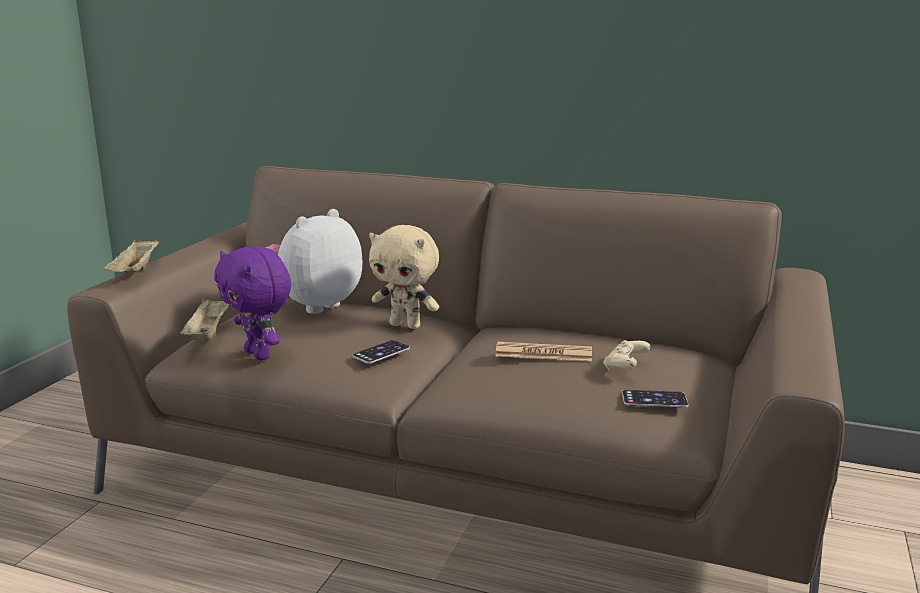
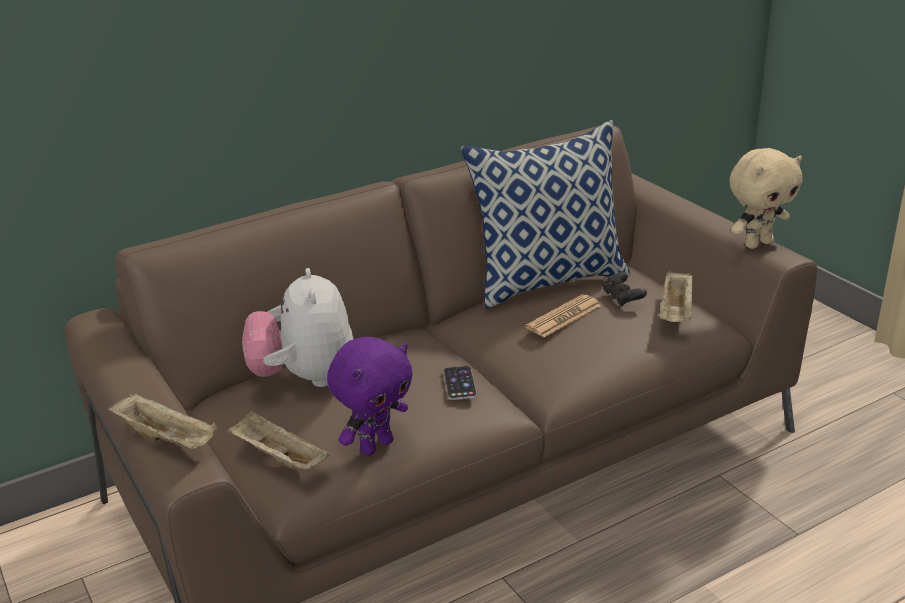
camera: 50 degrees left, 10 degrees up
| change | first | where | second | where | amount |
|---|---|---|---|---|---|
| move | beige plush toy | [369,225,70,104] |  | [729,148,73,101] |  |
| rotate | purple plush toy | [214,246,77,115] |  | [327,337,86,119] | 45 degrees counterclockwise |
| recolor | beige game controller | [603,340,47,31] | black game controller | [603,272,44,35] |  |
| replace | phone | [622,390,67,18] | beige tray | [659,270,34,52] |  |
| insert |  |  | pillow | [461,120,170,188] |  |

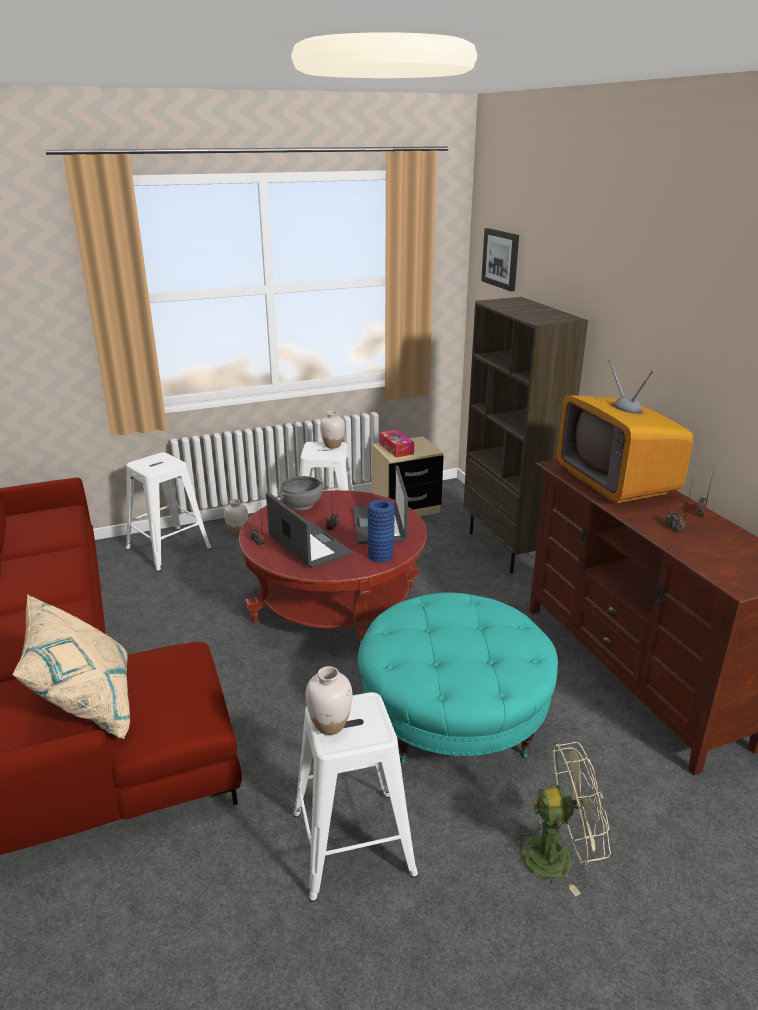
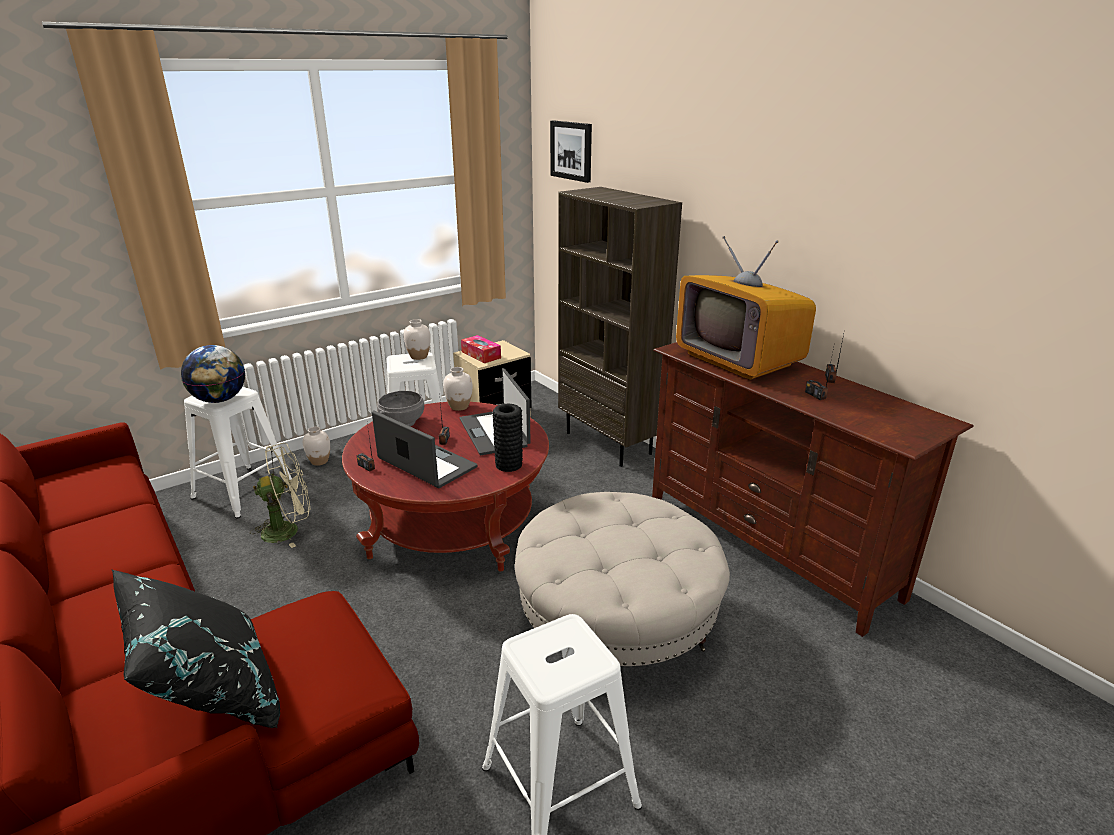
camera: 15 degrees left, 0 degrees up
| change | first | where | second | where | amount |
|---|---|---|---|---|---|
| recolor | blue vase | [367,499,28,63] | black vase | [493,404,30,68] |  |
| recolor | turquoise ottoman | [358,592,200,172] | beige ottoman | [515,492,215,174] |  |
| recolor | beige pillow | [12,594,118,145] | black pillow | [112,569,168,159] |  |
| move | white vase | [305,666,48,69] |  | [443,367,29,44] |  |
| move | beige fan | [505,742,106,154] |  | [250,443,60,105] |  |
| insert |  |  | globe | [181,345,64,58] |  |

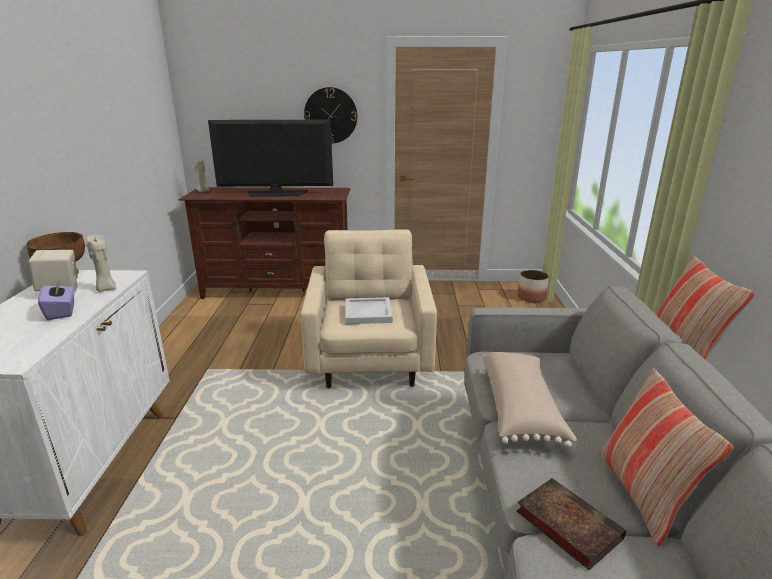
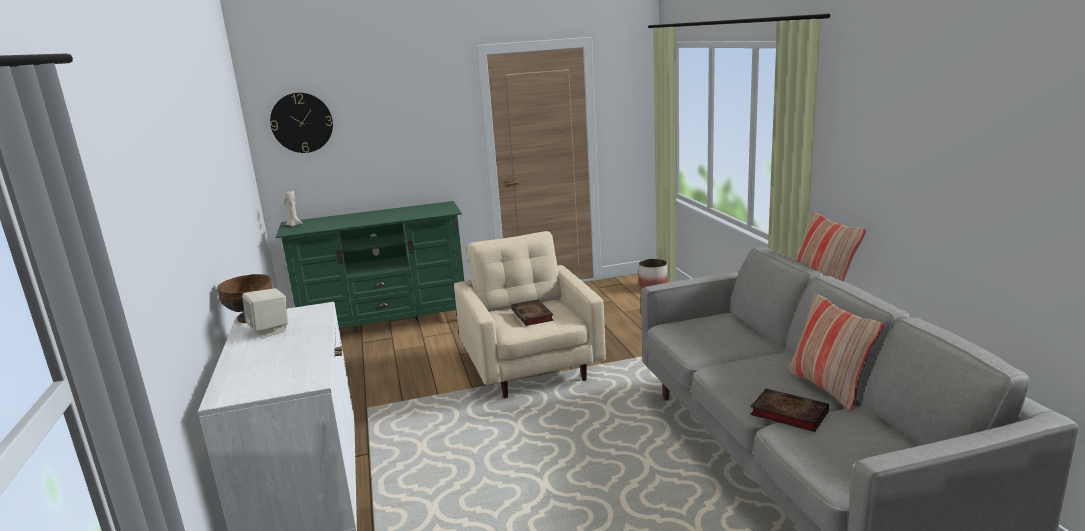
camera: 15 degrees left, 5 degrees down
| change | first | where | second | where | amount |
|---|---|---|---|---|---|
| move | wall clock | [304,87,53,56] |  | [270,93,63,60] |  |
| delete | television | [208,120,125,76] |  |  |  |
| recolor | brown tv stand | [179,187,172,112] | green tv stand | [276,201,188,130] |  |
| delete | beige candle | [86,235,31,57] |  |  |  |
| delete | purple tissue box | [38,279,37,41] |  |  |  |
| replace | white tray | [345,297,48,27] | book | [511,299,43,27] |  |
| delete | beige pillow | [483,352,94,96] |  |  |  |

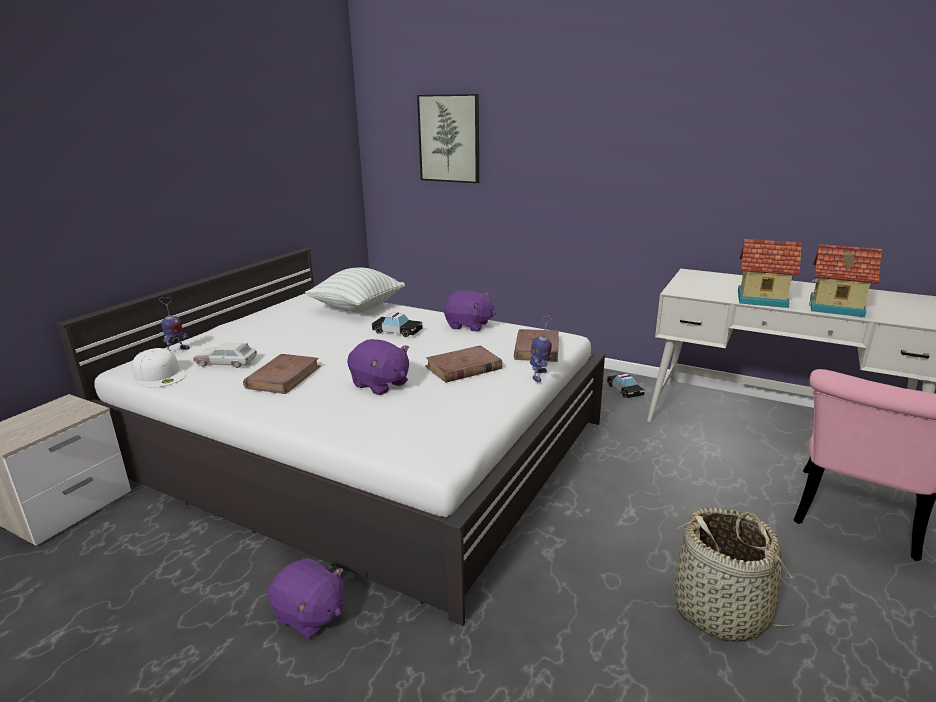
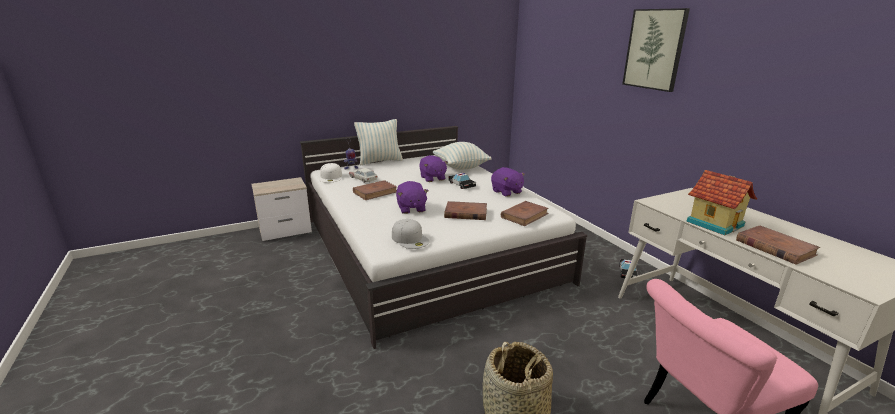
camera: 35 degrees right, 0 degrees up
| change | first | where | second | where | amount |
|---|---|---|---|---|---|
| move | picture | [417,94,62,89] |  | [622,8,68,84] |  |
| replace | toy house | [809,244,73,73] | brown book | [736,226,84,39] |  |
| delete | toy robot | [530,315,22,67] |  |  |  |
| move | purple plush toy | [267,558,78,81] |  | [419,155,29,27] |  |
| insert |  |  | pillow | [354,119,49,46] |  |
| insert |  |  | white cap | [392,219,38,30] |  |

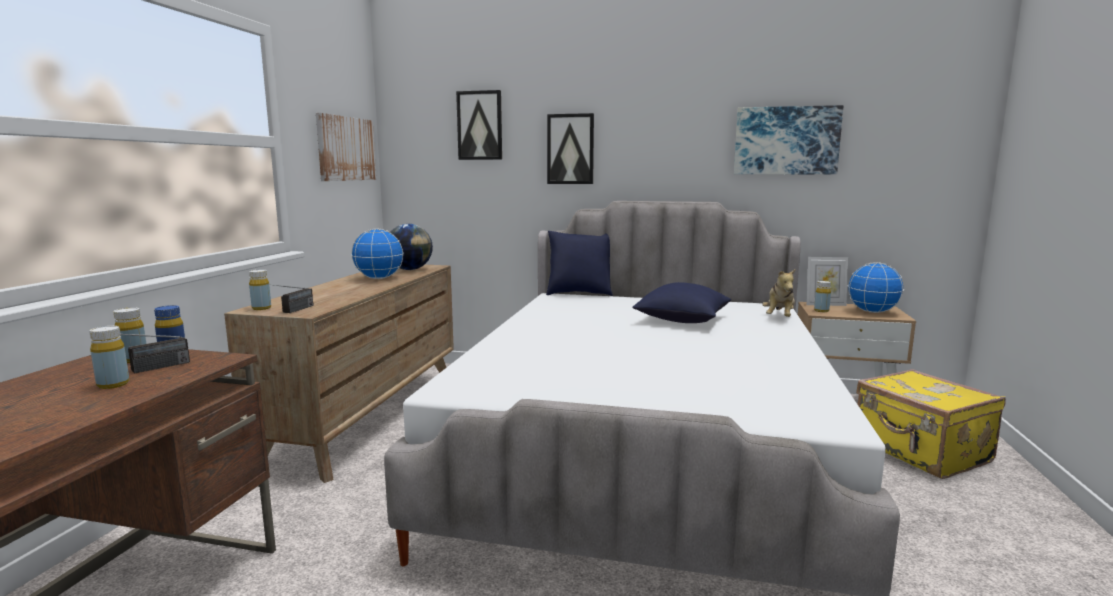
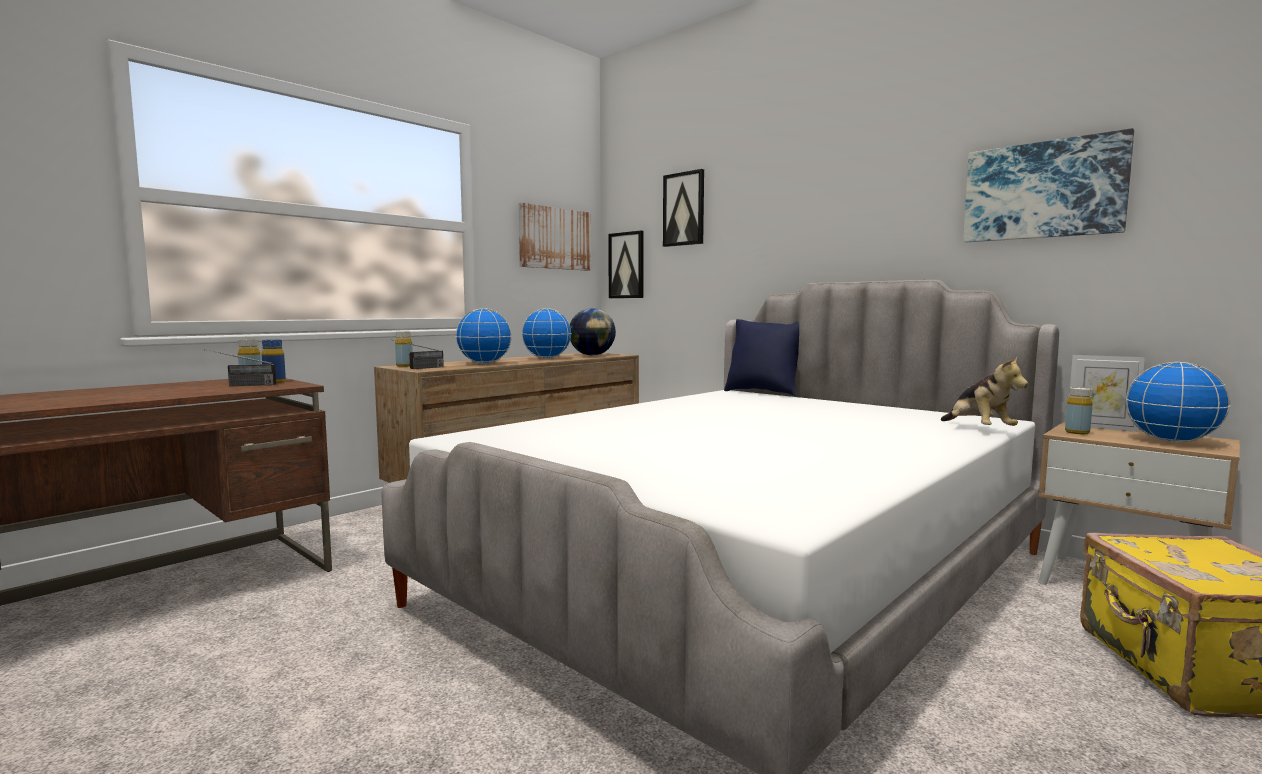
camera: 30 degrees right, 5 degrees down
| change | first | where | second | where | amount |
|---|---|---|---|---|---|
| move | picture | [547,113,47,71] |  | [608,230,36,68] |  |
| rotate | plush toy | [762,268,34,49] |  | [941,357,87,69] | 60 degrees counterclockwise |
| delete | blue pillow | [632,282,99,41] |  |  |  |
| delete | yellow bottle | [89,326,40,63] |  |  |  |
| insert |  |  | globe | [455,308,57,56] |  |

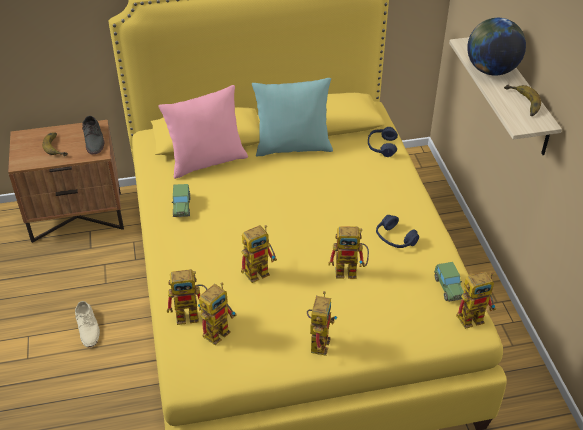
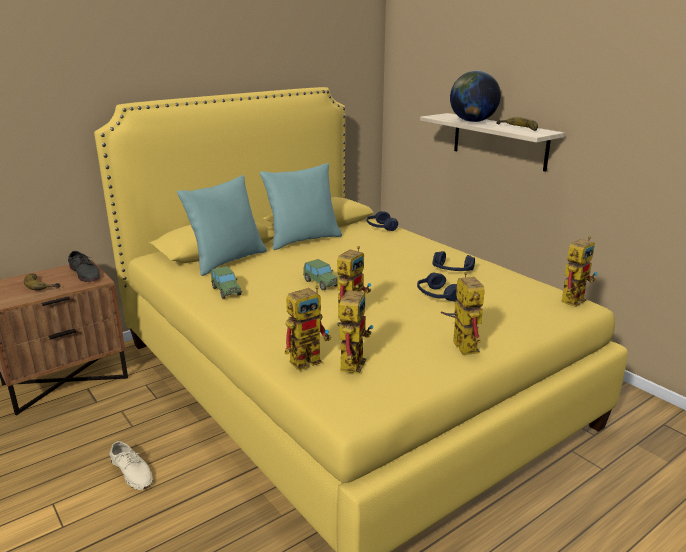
camera: 25 degrees left, 20 degrees down
| change | first | where | second | where | amount |
|---|---|---|---|---|---|
| recolor | pink pillow | [158,85,90,94] | turquoise pillow | [177,175,90,101] |  |
| replace | toy robot | [328,226,41,53] | blue headphones | [417,273,41,29] |  |
| move | toy car | [434,262,30,39] |  | [303,259,34,31] |  |

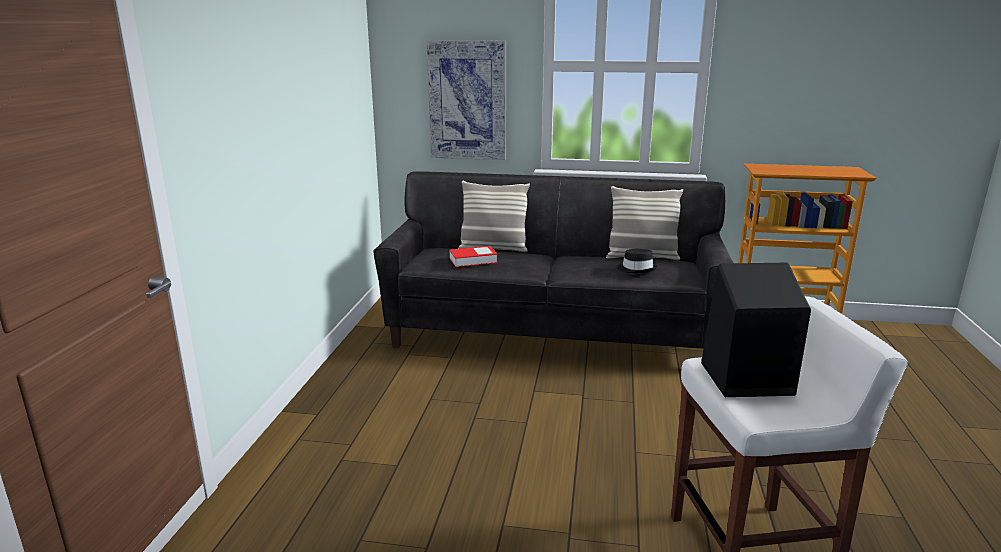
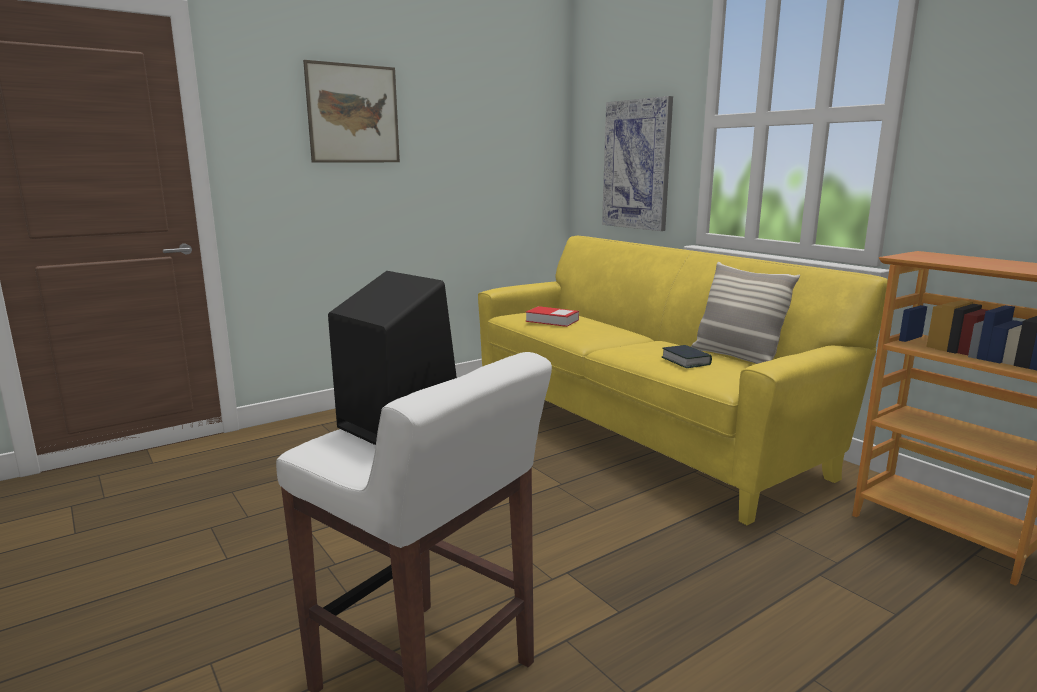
camera: 45 degrees right, 5 degrees down
| change | first | where | second | where | amount |
|---|---|---|---|---|---|
| recolor | black sofa | [373,171,361,178] | yellow sofa | [478,236,410,289] |  |
| delete | pillow | [458,181,72,71] |  |  |  |
| replace | black hat | [617,249,40,25] | book | [662,345,50,23] |  |
| insert |  |  | picture | [303,60,97,103] |  |

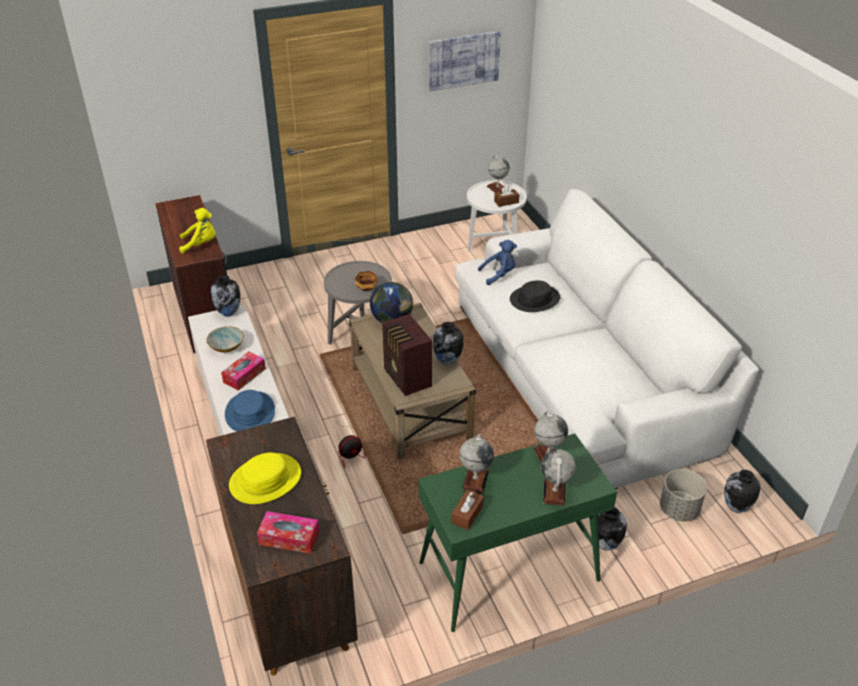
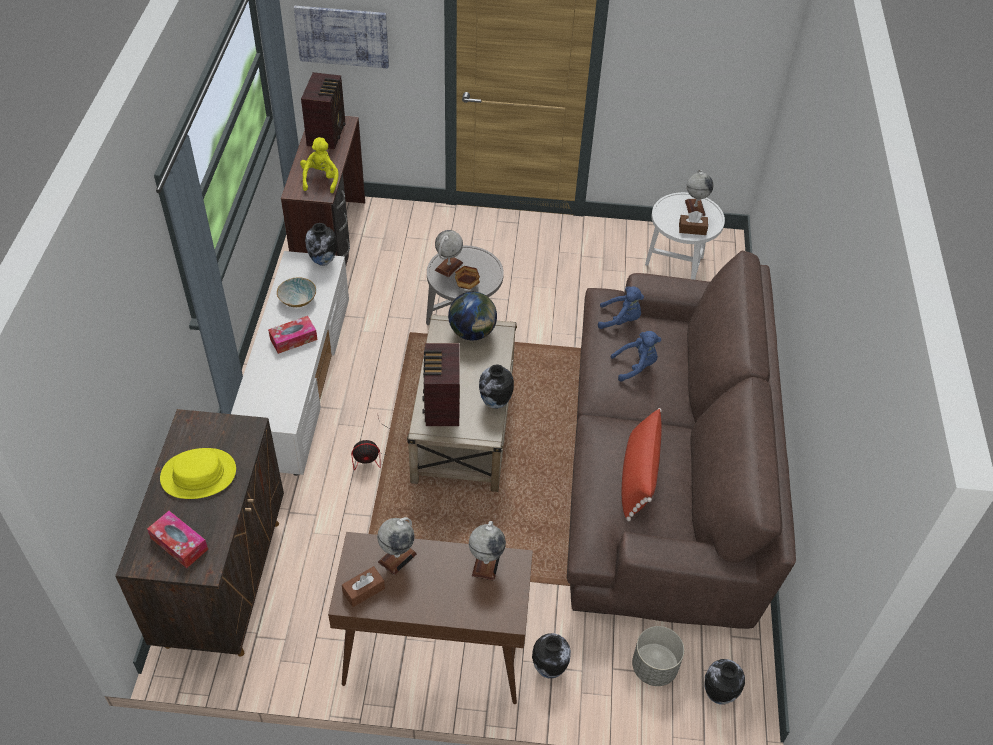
camera: 25 degrees right, 10 degrees up
| change | first | where | second | where | amount |
|---|---|---|---|---|---|
| move | picture | [429,31,72,60] |  | [294,6,95,62] |  |
| recolor | white sofa | [454,189,305,300] | brown sofa | [567,251,229,378] |  |
| rotate | yellow plush toy | [179,208,36,46] |  | [300,137,38,56] | 105 degrees counterclockwise |
| replace | black hat | [510,280,50,32] | blue plush toy | [610,331,51,51] |  |
| delete | blue hat | [225,390,50,41] |  |  |  |
| recolor | green console table | [418,433,199,199] | brown console table | [328,532,205,172] |  |
| move | globe | [540,449,36,57] |  | [435,230,28,47] |  |
| insert |  |  | radio | [301,72,44,77] |  |
| insert |  |  | red pillow | [622,408,40,113] |  |

